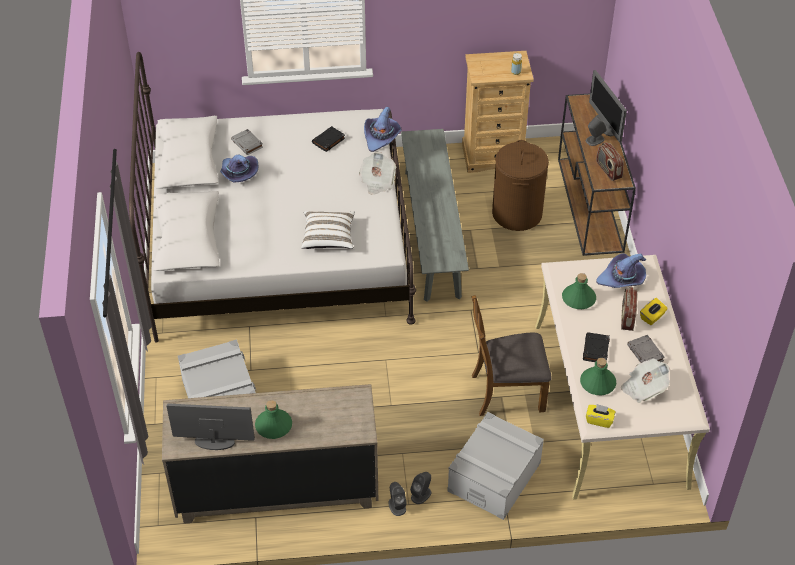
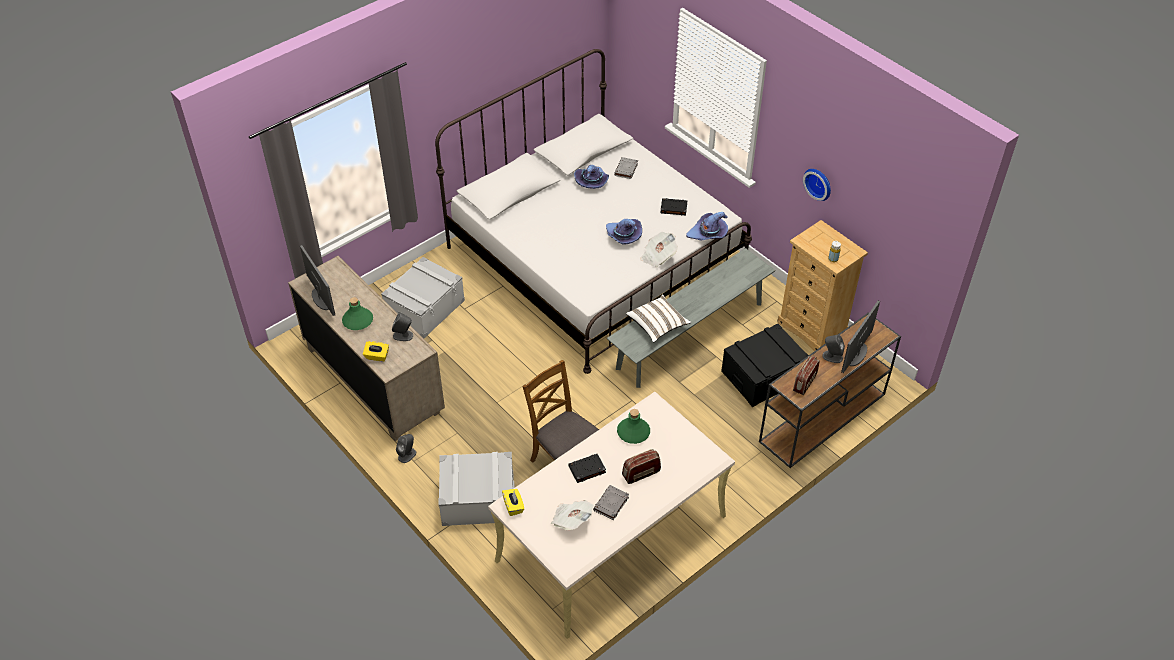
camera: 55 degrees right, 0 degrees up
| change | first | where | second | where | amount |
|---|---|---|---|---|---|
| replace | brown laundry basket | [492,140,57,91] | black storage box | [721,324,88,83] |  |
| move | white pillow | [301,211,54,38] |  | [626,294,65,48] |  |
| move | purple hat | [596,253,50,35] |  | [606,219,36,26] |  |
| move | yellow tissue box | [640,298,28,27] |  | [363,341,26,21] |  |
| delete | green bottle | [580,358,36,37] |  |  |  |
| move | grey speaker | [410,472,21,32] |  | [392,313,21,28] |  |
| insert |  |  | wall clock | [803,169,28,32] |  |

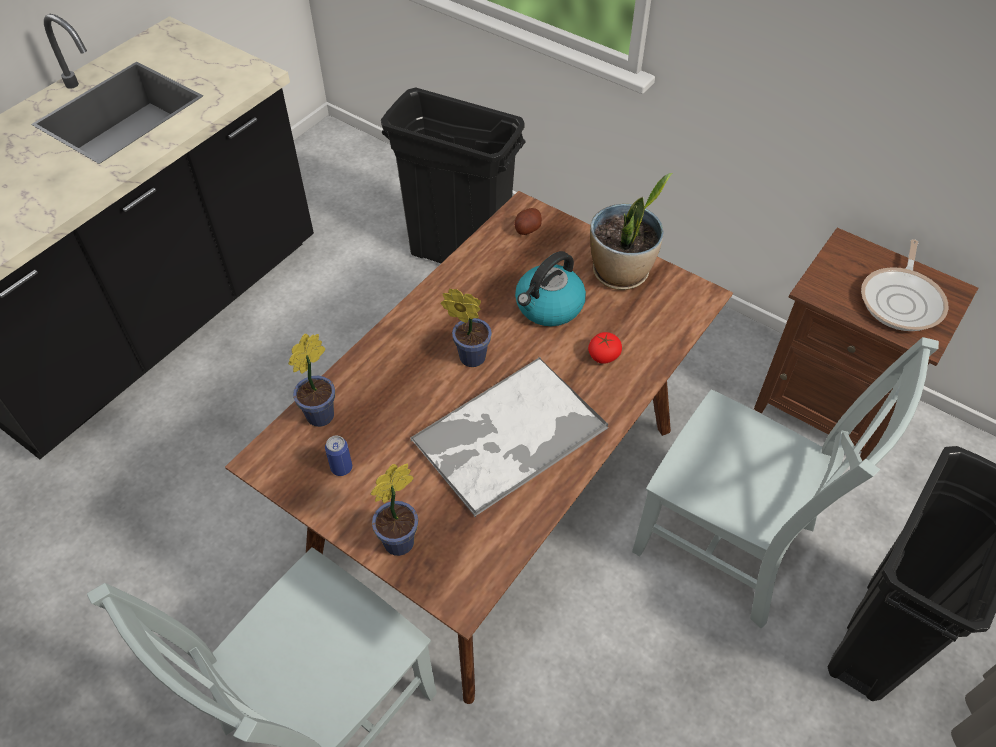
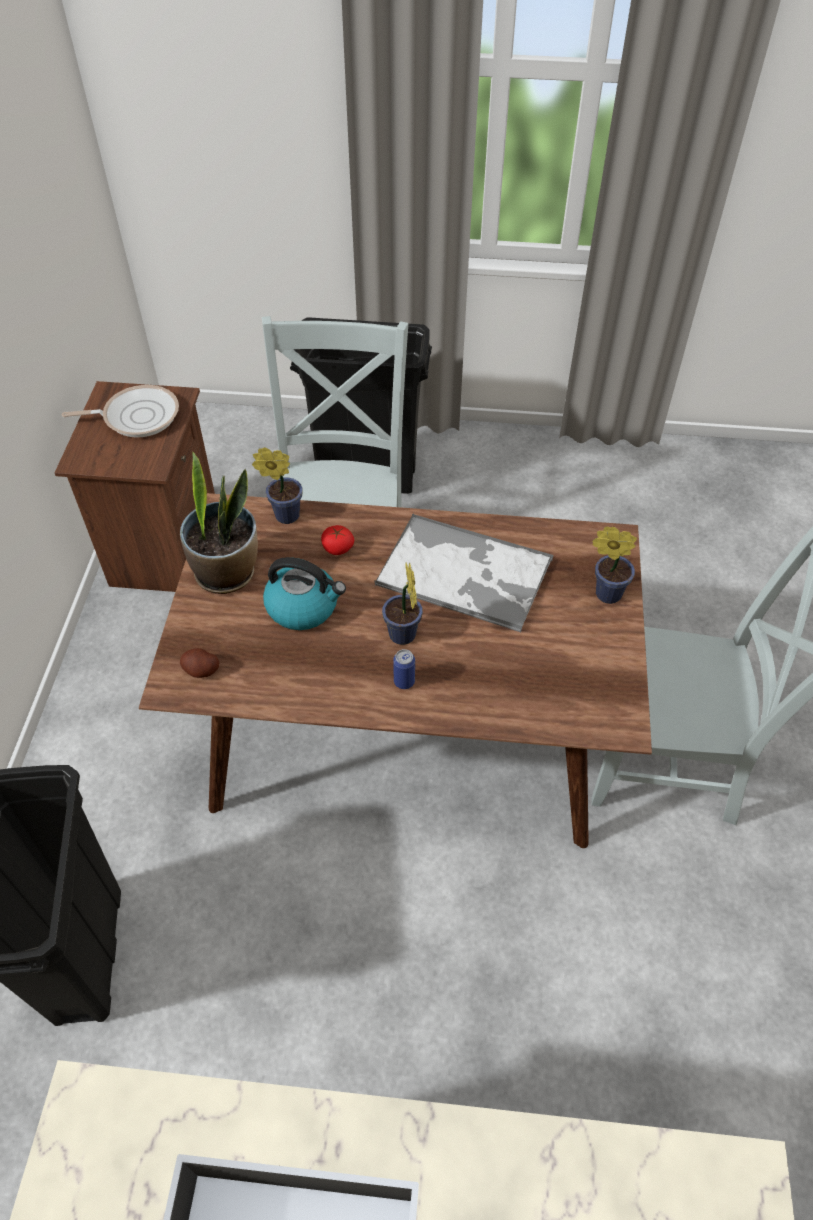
camera: 120 degrees left, 0 degrees up
| change | first | where | second | where | amount |
|---|---|---|---|---|---|
| move | potted plant | [288,334,47,93] |  | [252,447,51,77] |  |
| move | can | [325,436,27,40] |  | [393,649,22,40] |  |

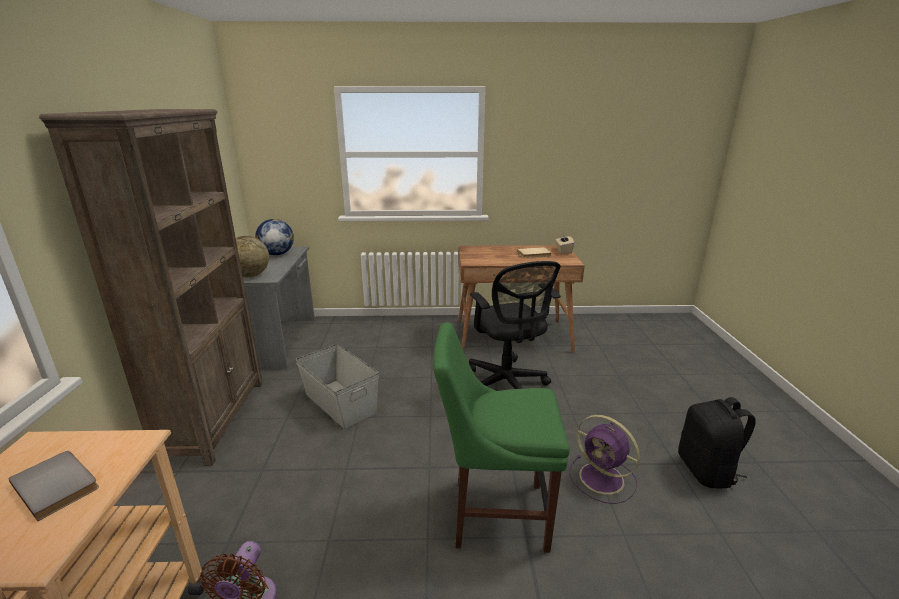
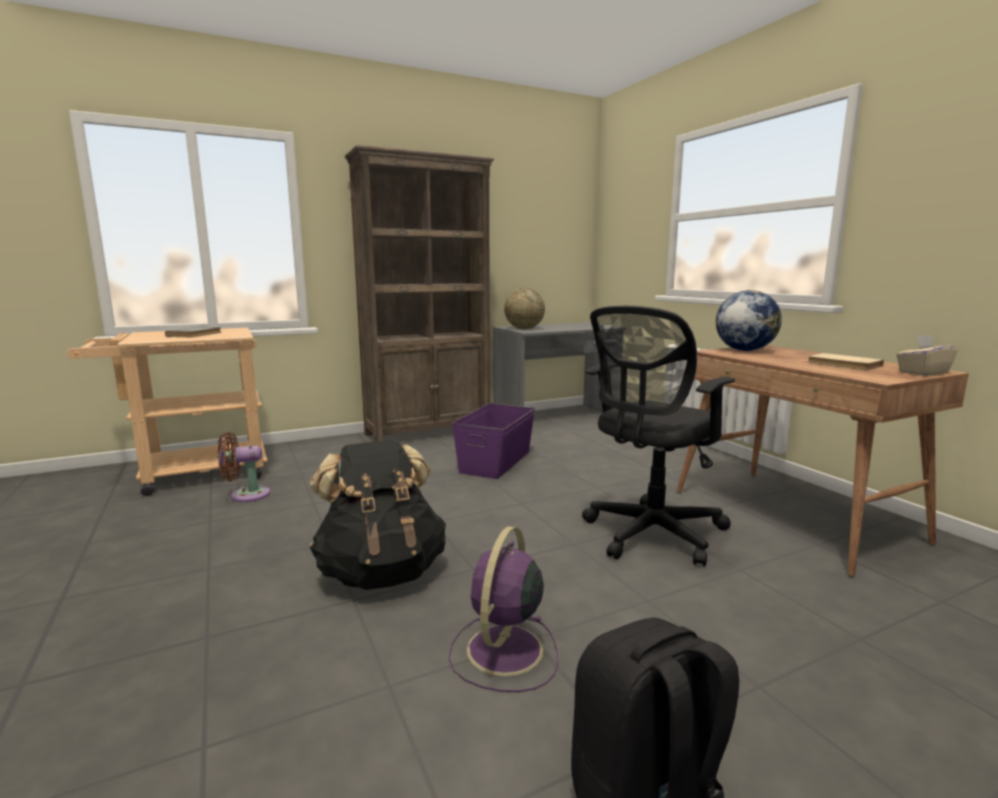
camera: 65 degrees right, 10 degrees down
| change | first | where | second | where | amount |
|---|---|---|---|---|---|
| move | globe | [255,219,39,36] |  | [716,290,66,61] |  |
| replace | green chair | [433,322,137,231] | black backpack | [310,440,136,150] |  |
| recolor | grey storage box | [295,344,84,85] | purple storage box | [452,403,83,76] |  |

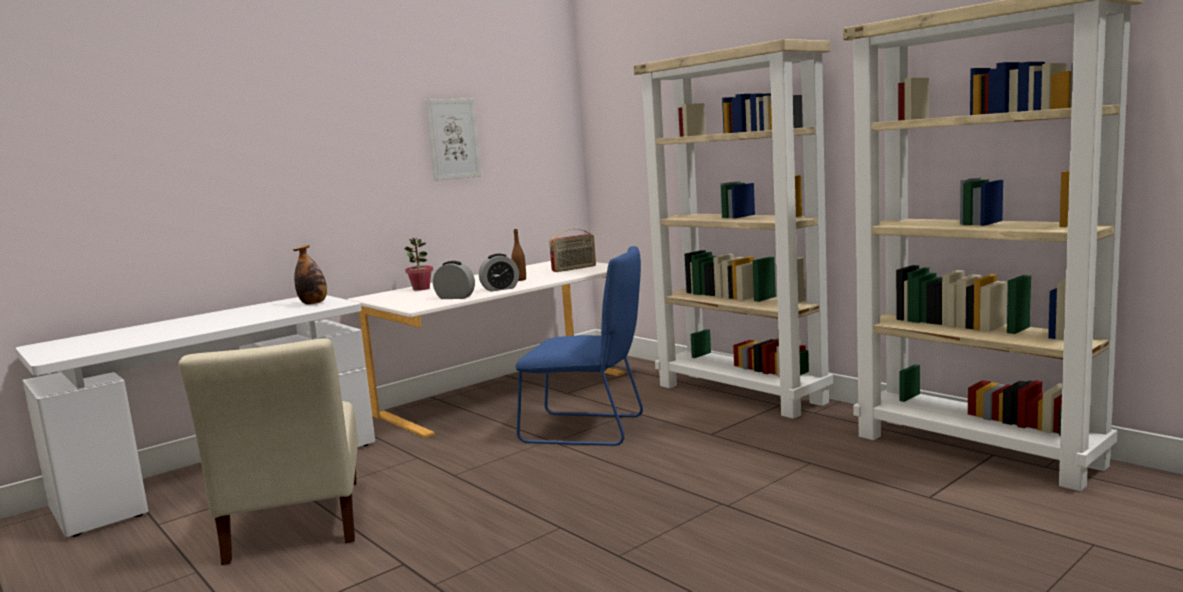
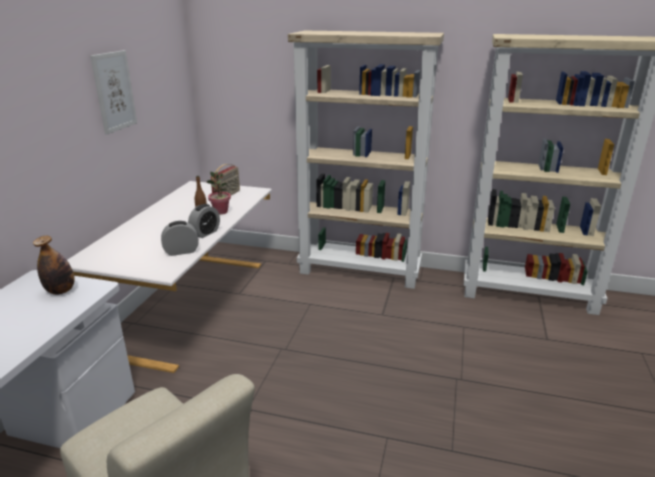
camera: 35 degrees left, 15 degrees up
| change | first | where | second | where | amount |
|---|---|---|---|---|---|
| move | potted plant | [405,238,28,53] |  | [207,171,24,44] |  |
| delete | blue chair | [516,246,127,200] |  |  |  |

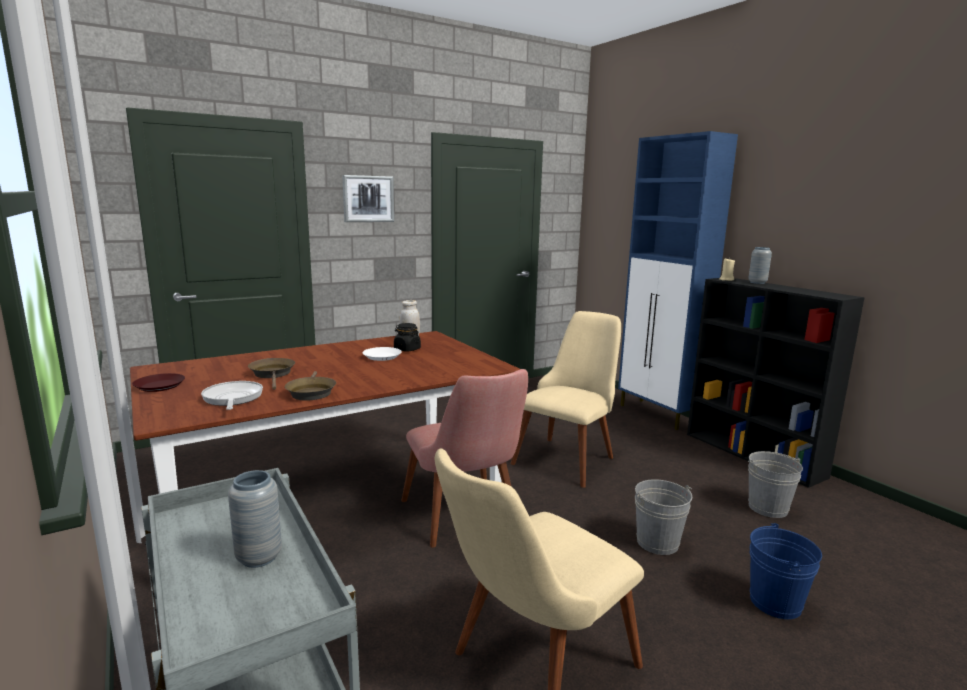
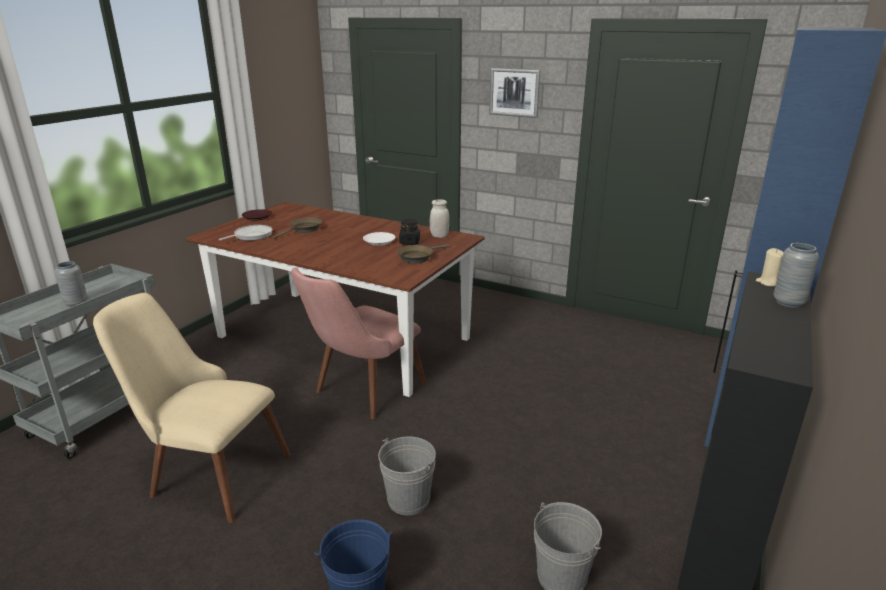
camera: 60 degrees right, 10 degrees up
| change | first | where | second | where | amount |
|---|---|---|---|---|---|
| delete | beige chair | [511,311,110,177] |  |  |  |
| move | brown frying pan | [285,371,51,30] |  | [397,244,52,19] |  |

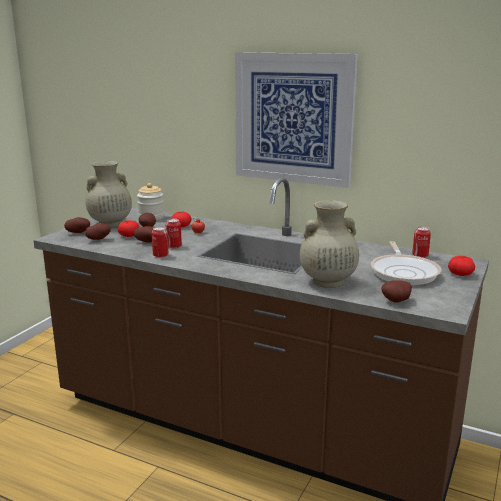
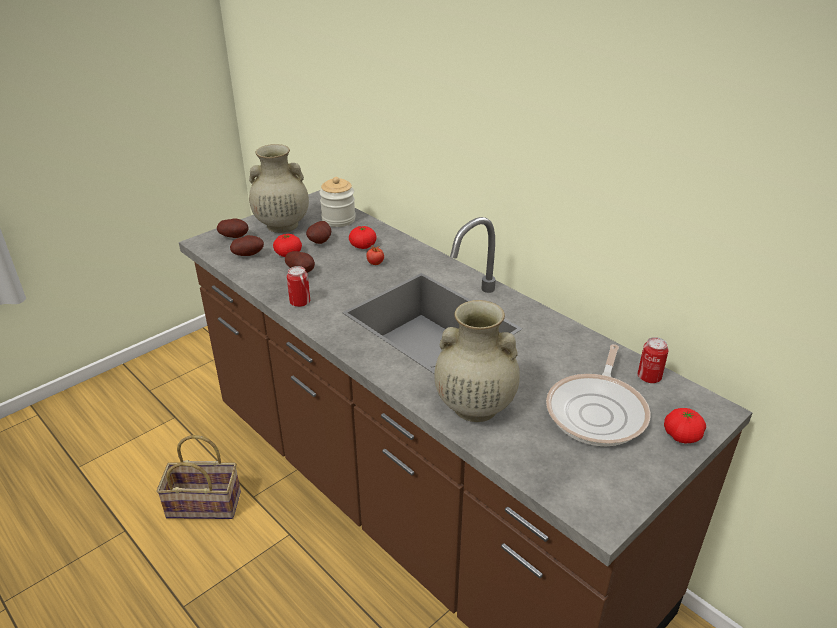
camera: 20 degrees right, 15 degrees up
| change | first | where | second | where | amount |
|---|---|---|---|---|---|
| delete | picture | [235,52,123,136] |  |  |  |
| delete | can | [166,219,16,30] |  |  |  |
| delete | potato | [381,280,31,23] |  |  |  |
| insert |  |  | basket | [156,435,85,84] |  |

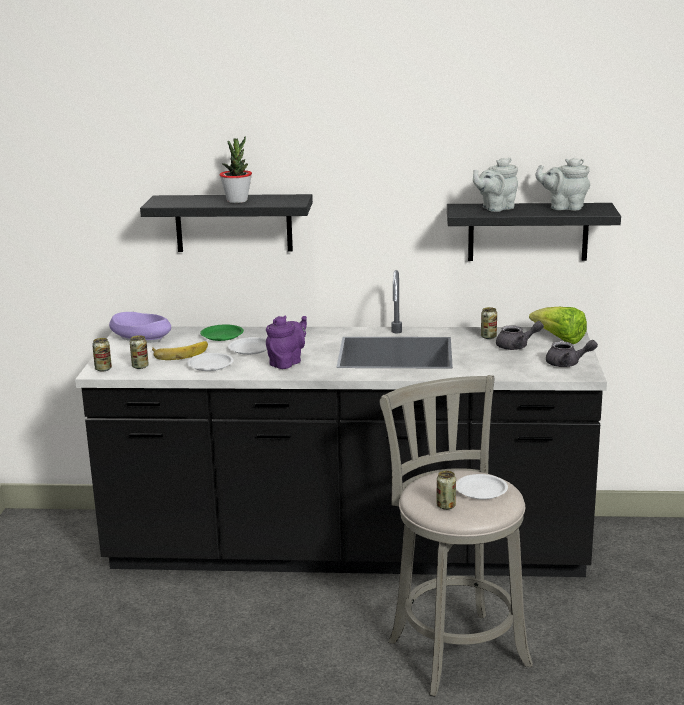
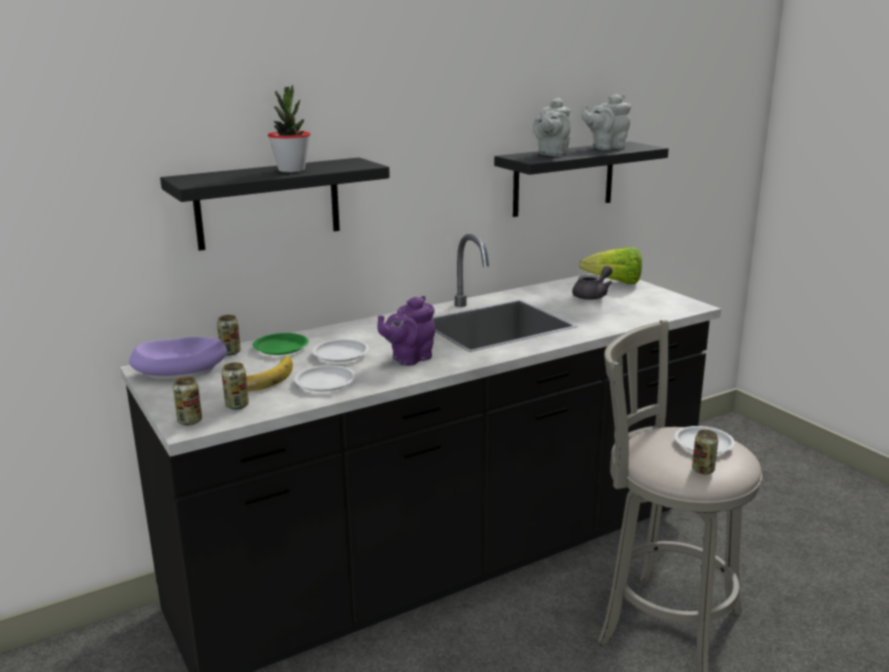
camera: 35 degrees left, 0 degrees up
| change | first | where | second | where | amount |
|---|---|---|---|---|---|
| move | can | [481,307,16,32] |  | [217,315,24,40] |  |
| rotate | purple teapot | [266,315,41,54] |  | [377,296,58,70] | 135 degrees counterclockwise |
| delete | grey teapot | [546,340,52,27] |  |  |  |

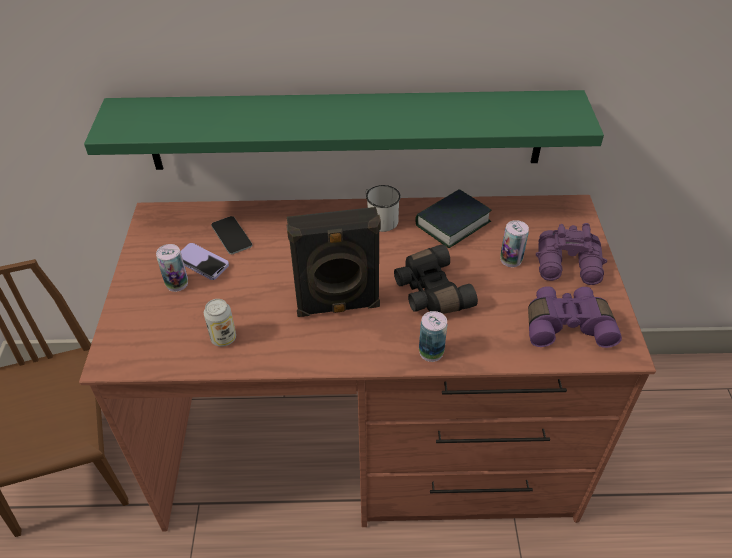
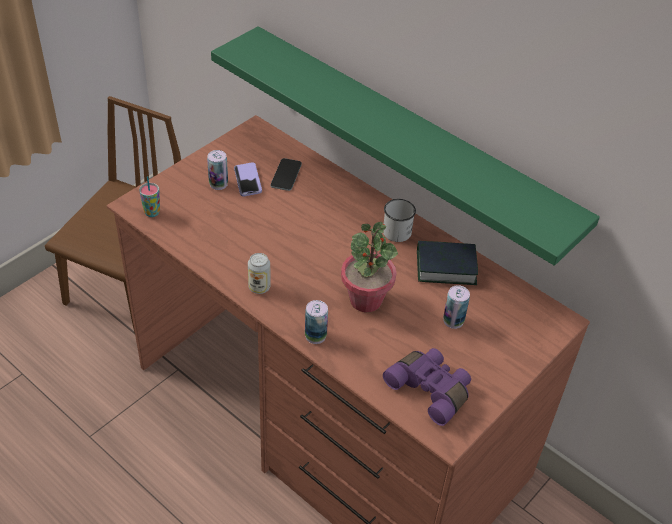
camera: 40 degrees right, 0 degrees up
| change | first | where | second | where | amount |
|---|---|---|---|---|---|
| delete | black speaker | [287,207,94,110] |  |  |  |
| delete | purple binoculars | [536,223,71,62] |  |  |  |
| replace | black binoculars | [394,244,84,70] | potted plant | [341,222,57,90] |  |
| move | can | [204,299,32,48] |  | [248,253,23,41] |  |
| insert |  |  | cup | [139,176,21,41] |  |

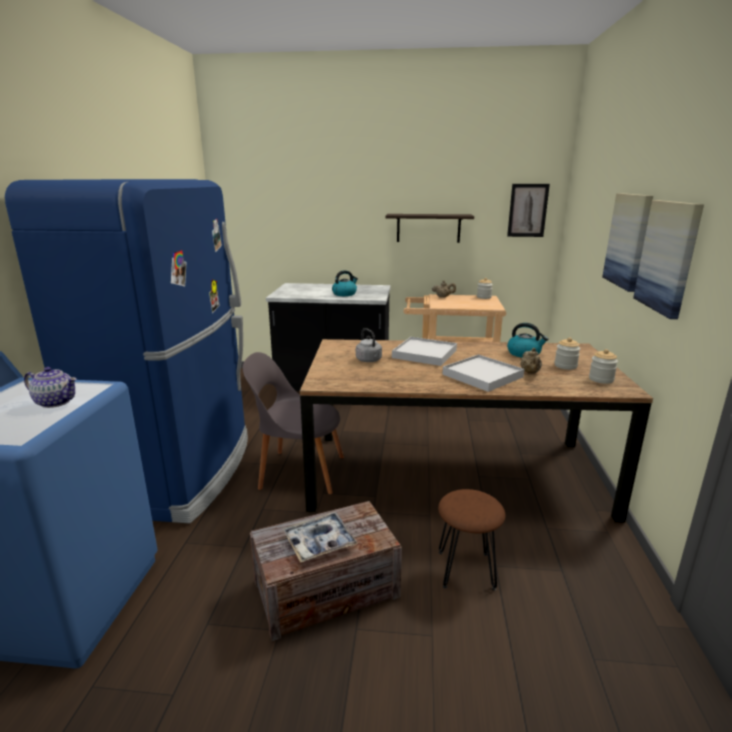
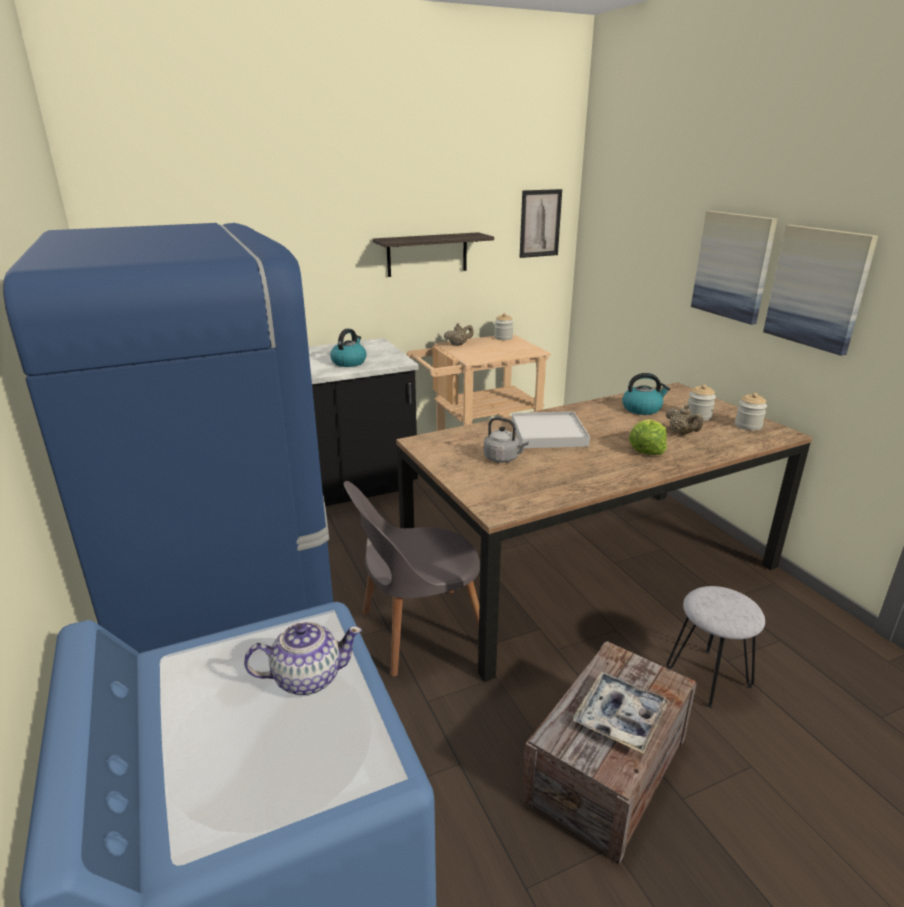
camera: 30 degrees left, 5 degrees up
| change | first | where | second | where | amount |
|---|---|---|---|---|---|
| replace | white tray | [442,354,82,38] | lettuce | [629,419,38,36] |  |
| recolor | brown stool | [438,489,67,102] | grey stool | [666,586,99,122] |  |

